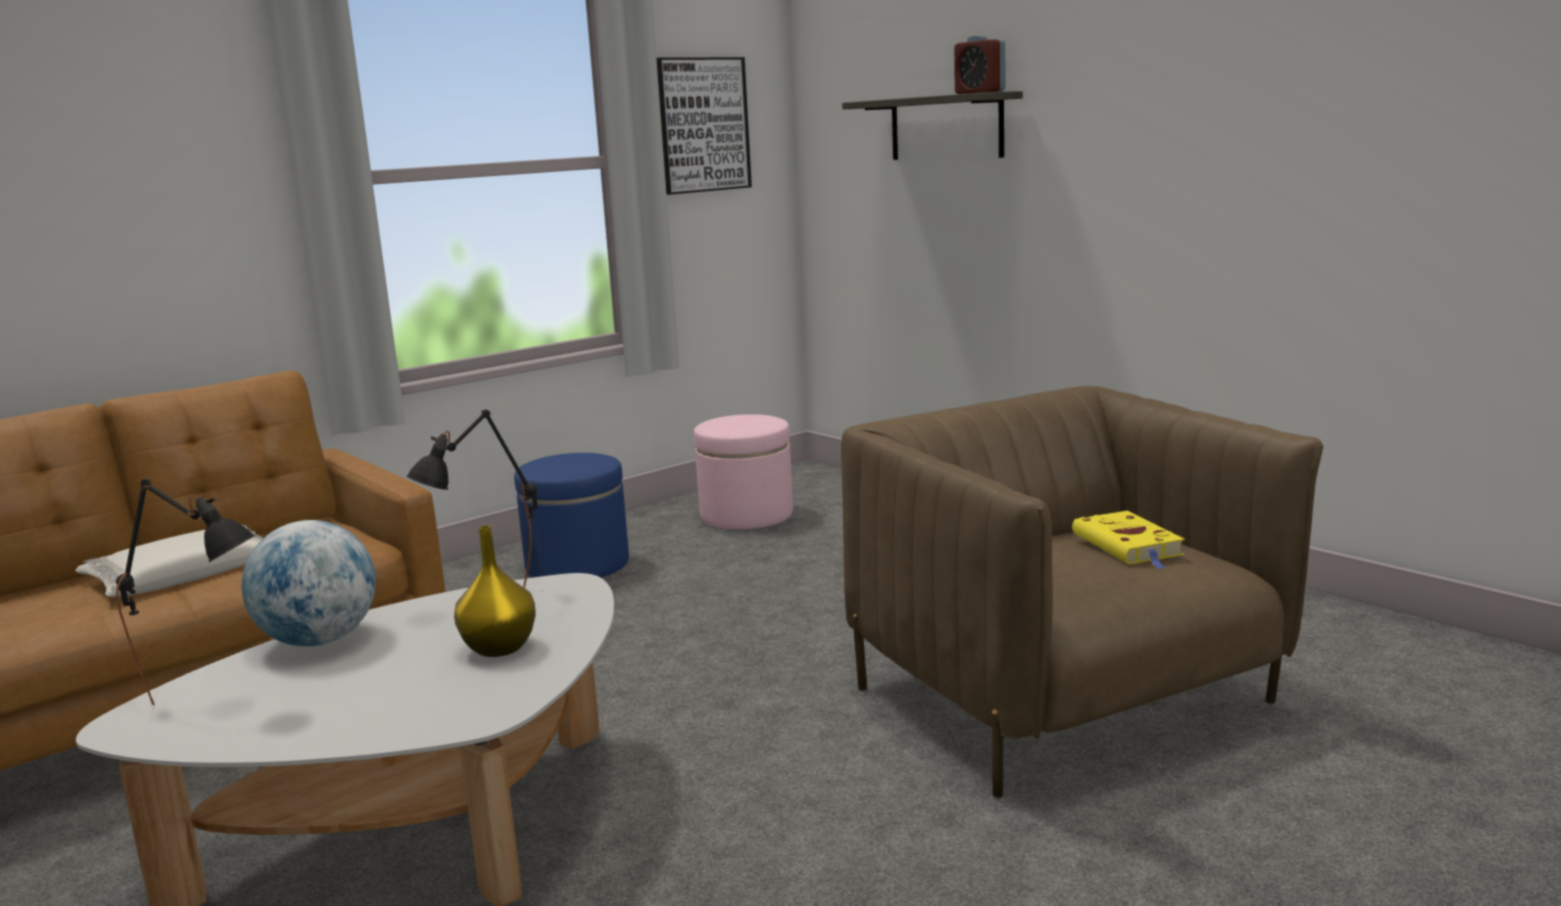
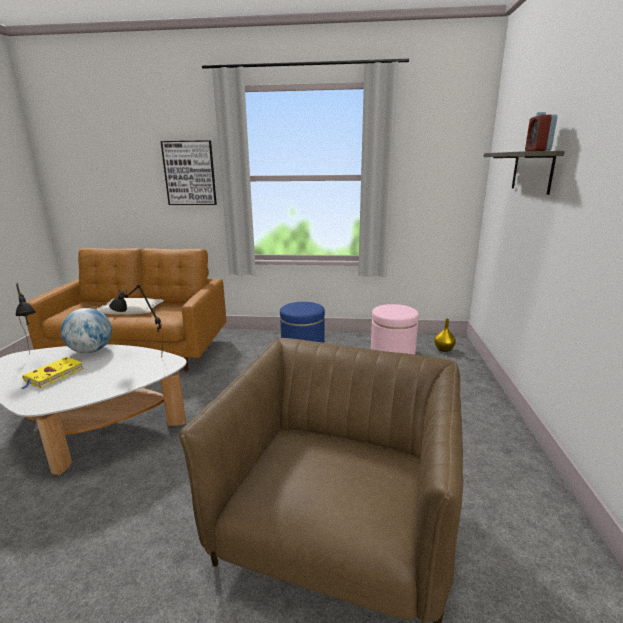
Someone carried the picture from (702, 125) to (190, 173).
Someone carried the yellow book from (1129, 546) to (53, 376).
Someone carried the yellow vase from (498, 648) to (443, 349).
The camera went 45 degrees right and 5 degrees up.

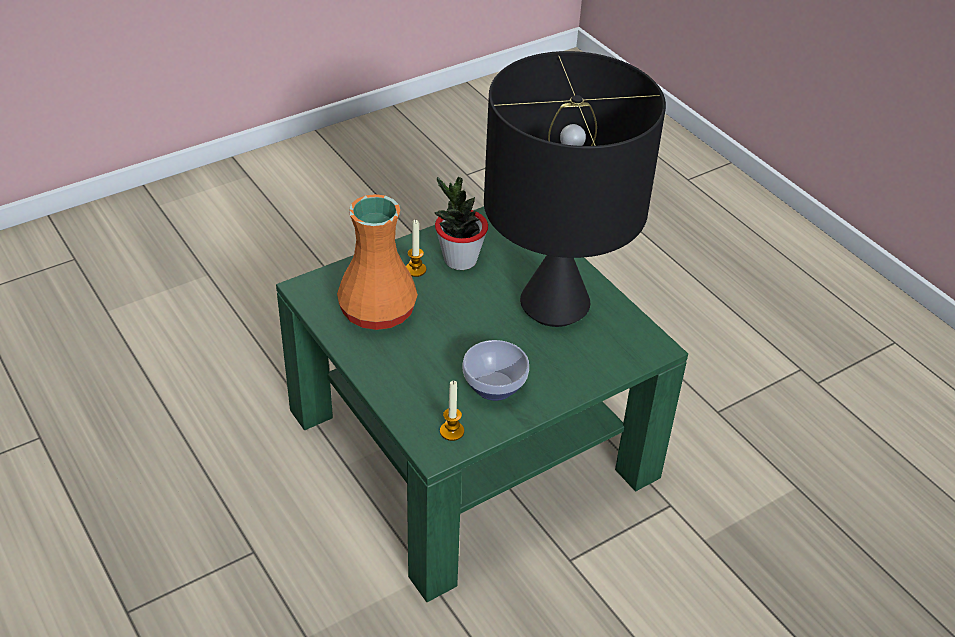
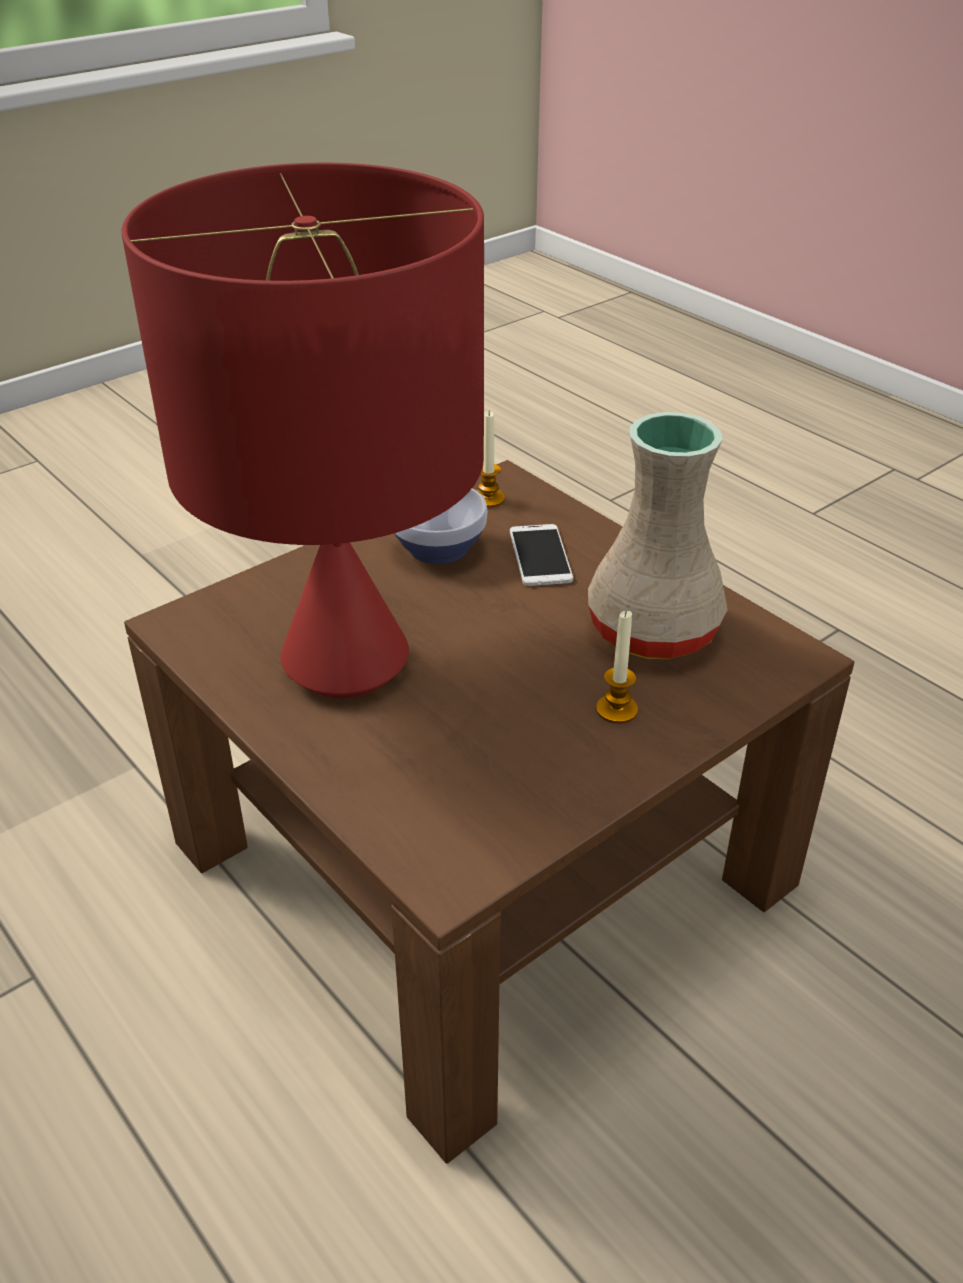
Someone repainted the black table lamp at (554, 308), which became the red table lamp at (345, 666).
Someone took away the potted plant at (460, 260).
Someone repainted the orange vase at (376, 312), which became the beige vase at (654, 629).
Someone repainted the green coffee table at (471, 443), which became the brown coffee table at (481, 864).
Someone put down the phone at (540, 556).
The camera went 175 degrees right and 5 degrees down.

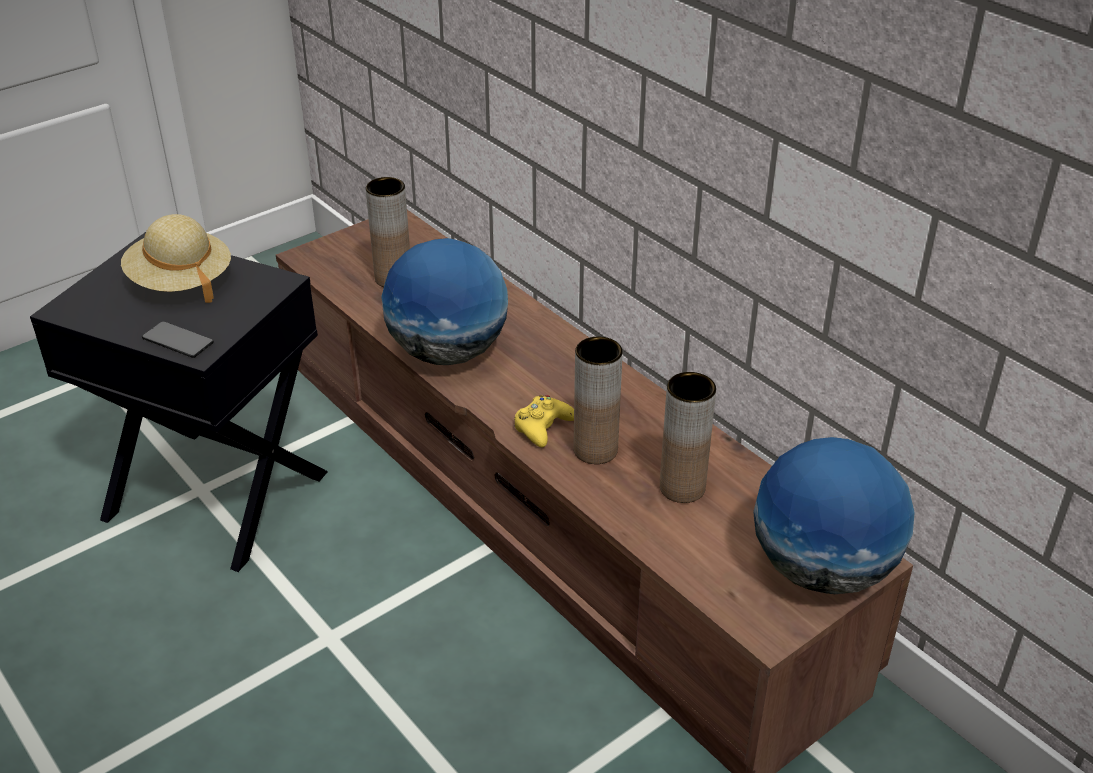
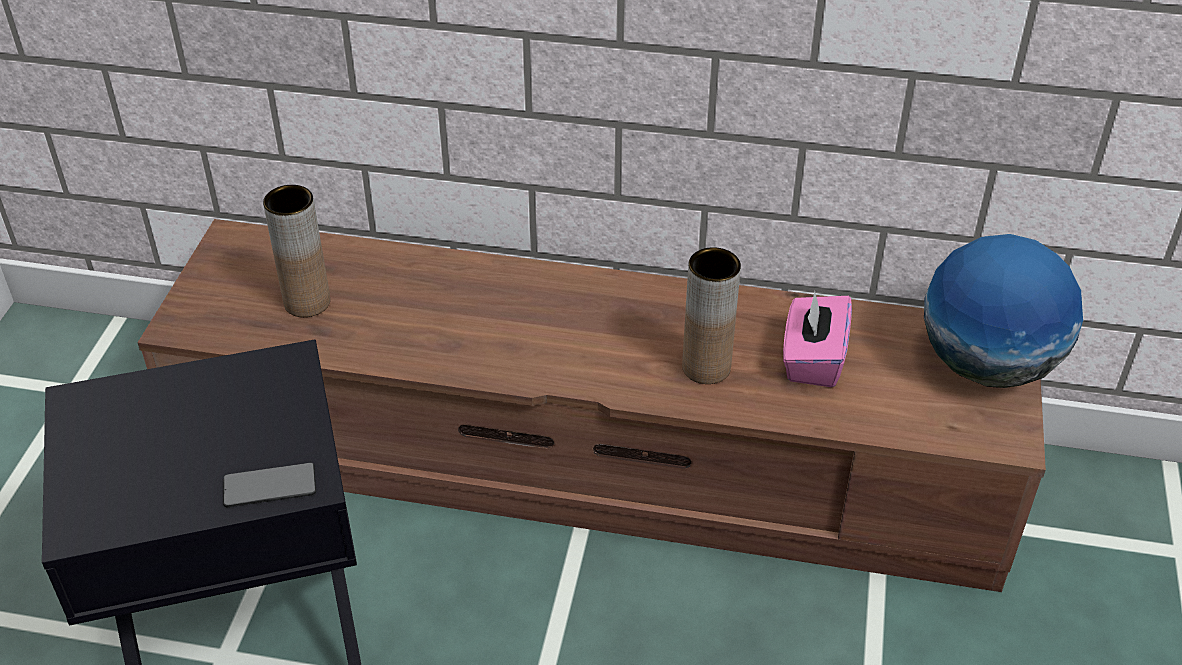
Someone took away the beige hat at (180, 282).
Someone took away the globe at (448, 352).
Someone swapped the brown vase at (682, 487) for the pink tissue box at (812, 359).
Someone took away the yellow game controller at (543, 427).
The camera went 40 degrees left and 5 degrees up.

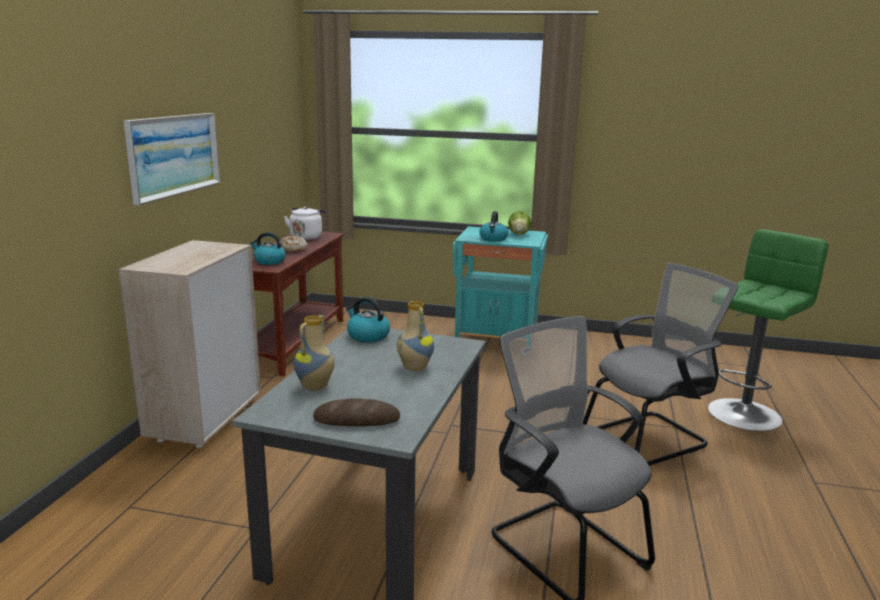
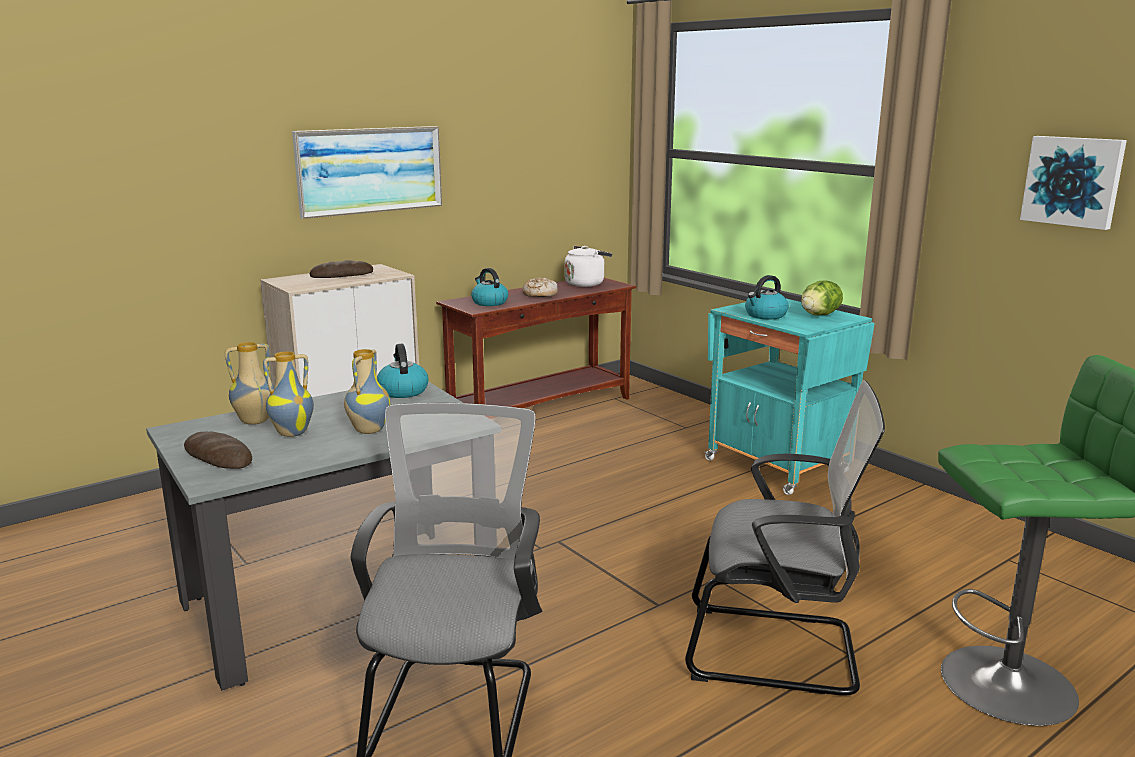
Someone put up the picture at (1073, 181).
Someone put down the bread at (342, 275).
Someone put down the vase at (292, 433).
The camera went 40 degrees right and 0 degrees up.

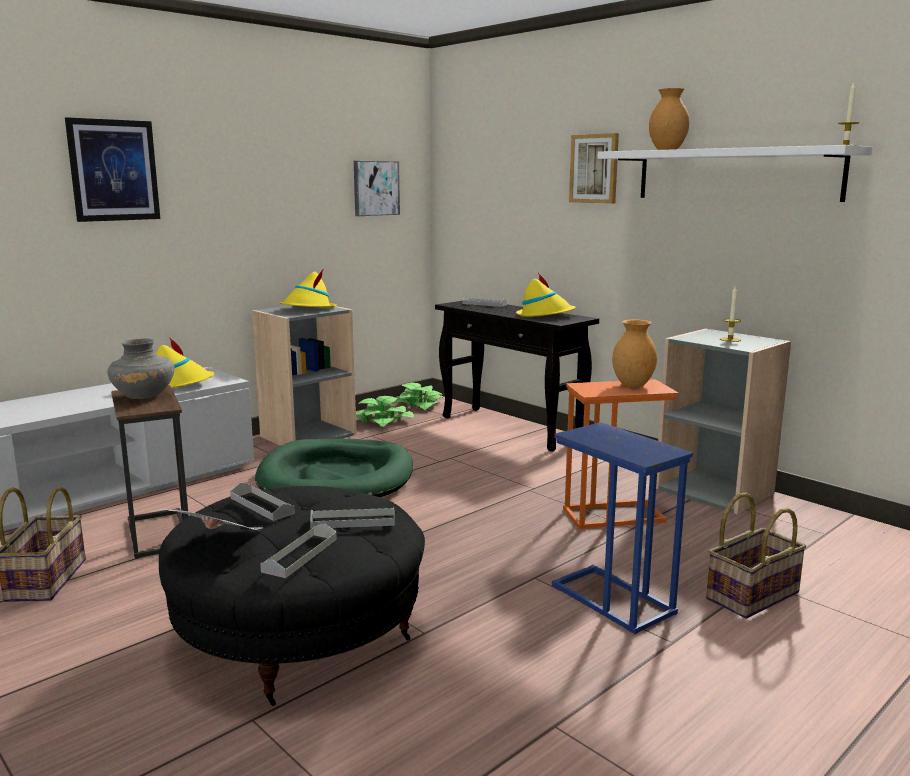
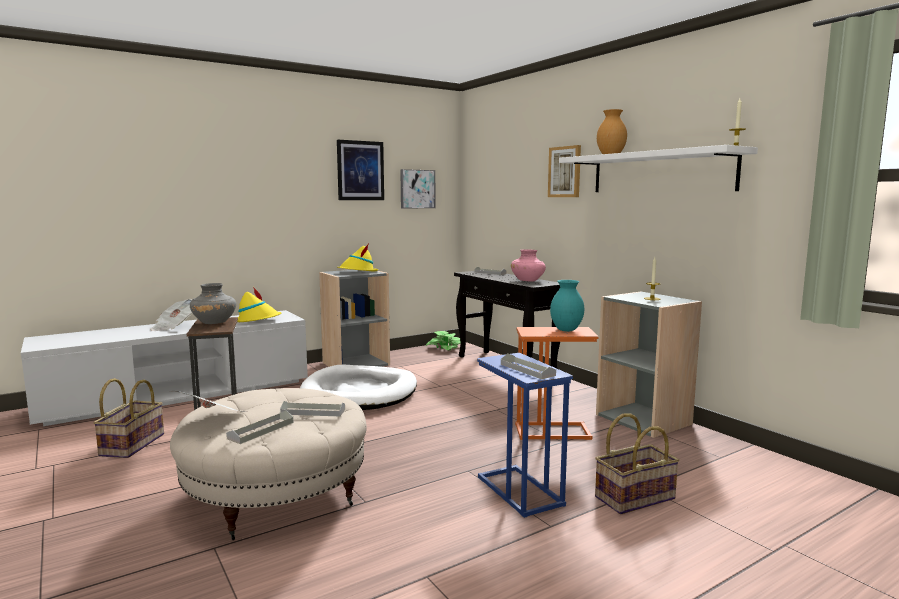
Someone carried the picture from (114, 170) to (360, 170).
Someone swapped the yellow hat at (545, 315) for the pink vase at (528, 281).
Someone repainted the brown vase at (632, 385), which became the turquoise vase at (565, 330).
Someone took away the potted plant at (382, 421).
Someone repainted the green dog bed at (336, 478), which became the white dog bed at (360, 393).
Someone carried the grey tray from (262, 505) to (527, 370).
Someone repainted the black ottoman at (299, 636), which became the beige ottoman at (276, 495).
Someone put down the newspaper at (174, 327).
The camera went 10 degrees right and 5 degrees down.

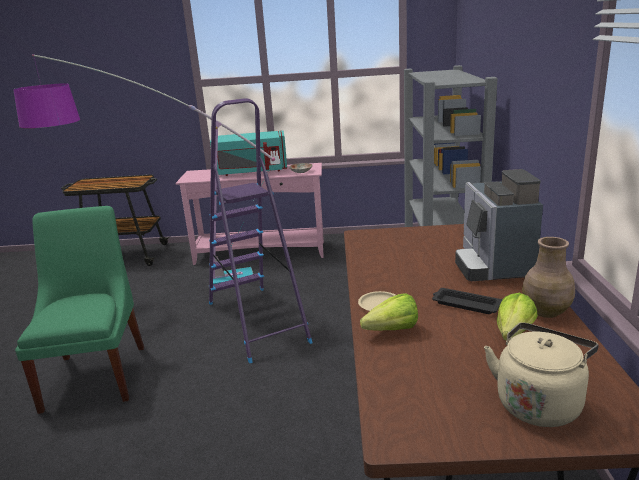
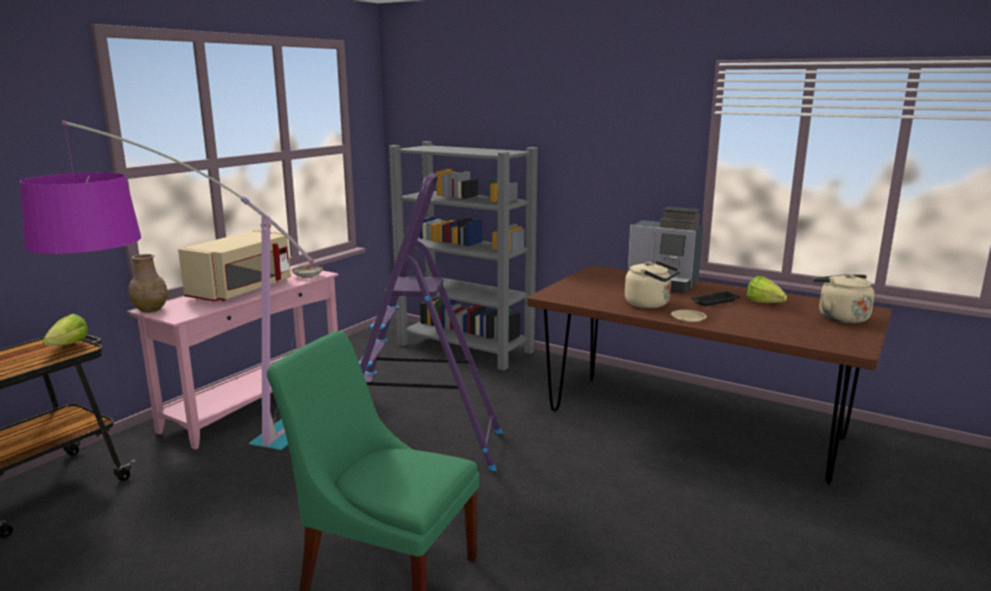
Someone repainted the turquoise microwave at (251, 172), which became the beige microwave at (243, 290).
Someone carried the brown vase from (546, 311) to (151, 309).
Someone carried the lettuce from (387, 331) to (64, 347).
Someone put down the beige kettle at (650, 304).
The camera went 60 degrees left and 5 degrees down.

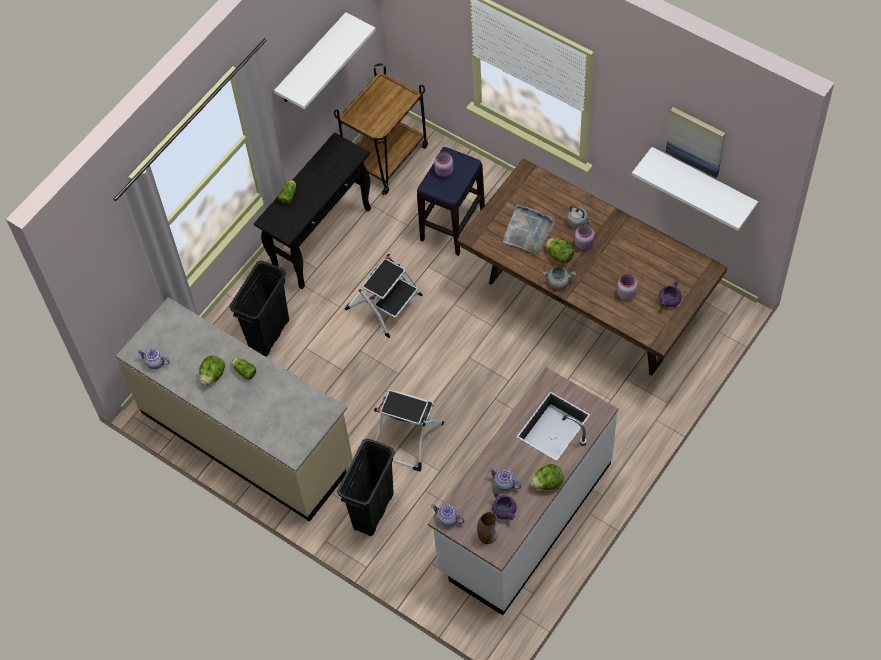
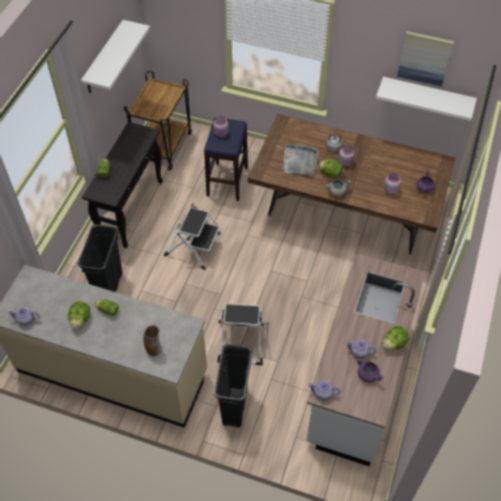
Someone carried the vase from (487, 535) to (154, 349).
The camera went 20 degrees left and 5 degrees down.

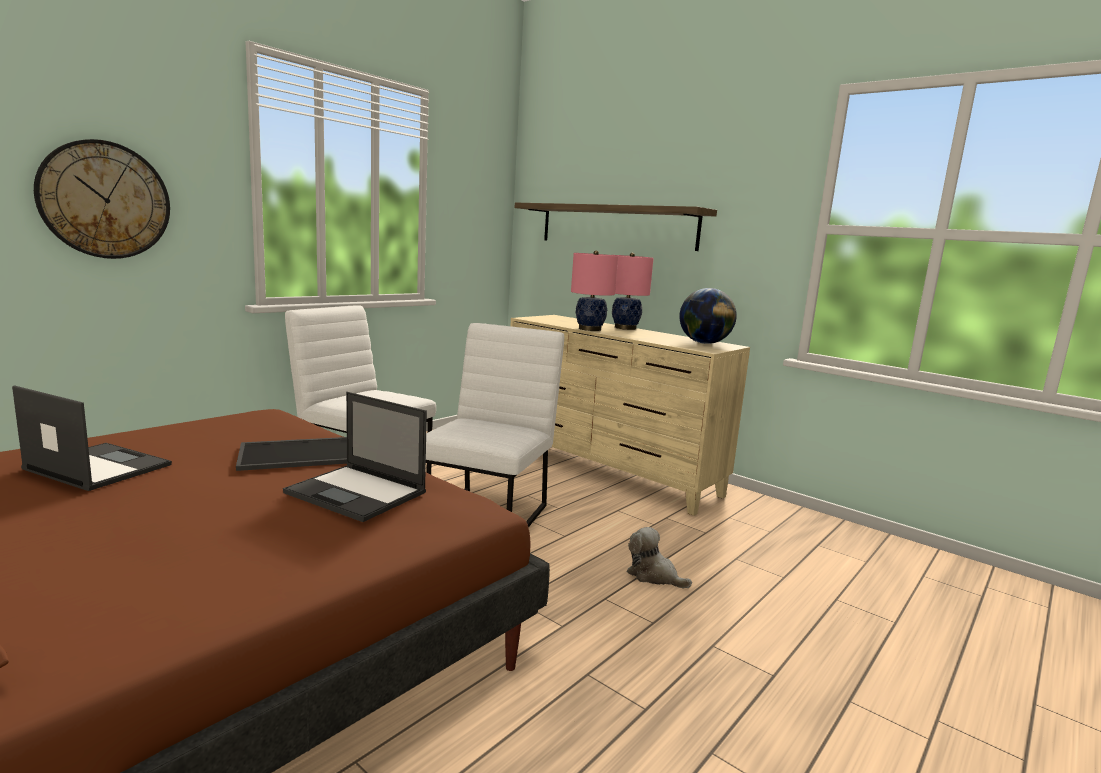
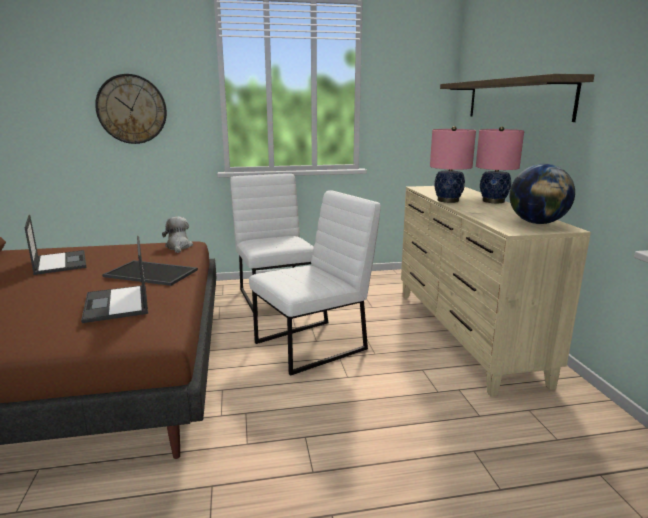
Someone carried the plush toy from (653, 575) to (178, 247).
The camera went 40 degrees right and 5 degrees up.

